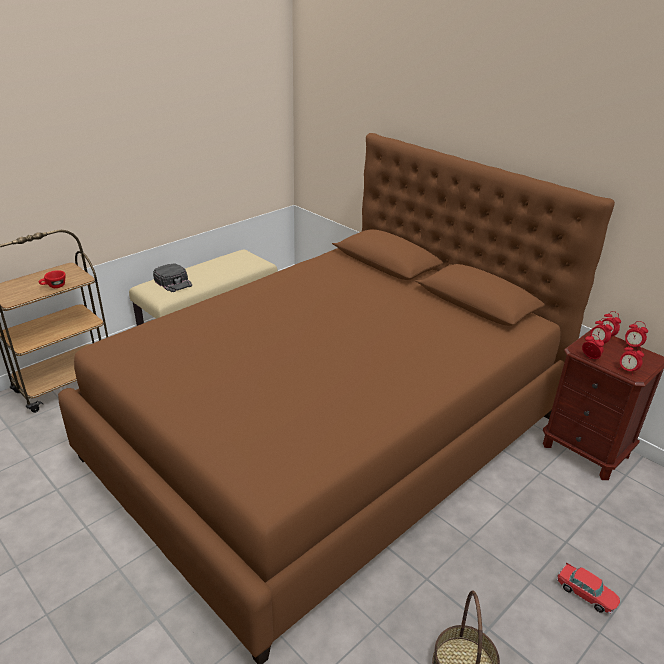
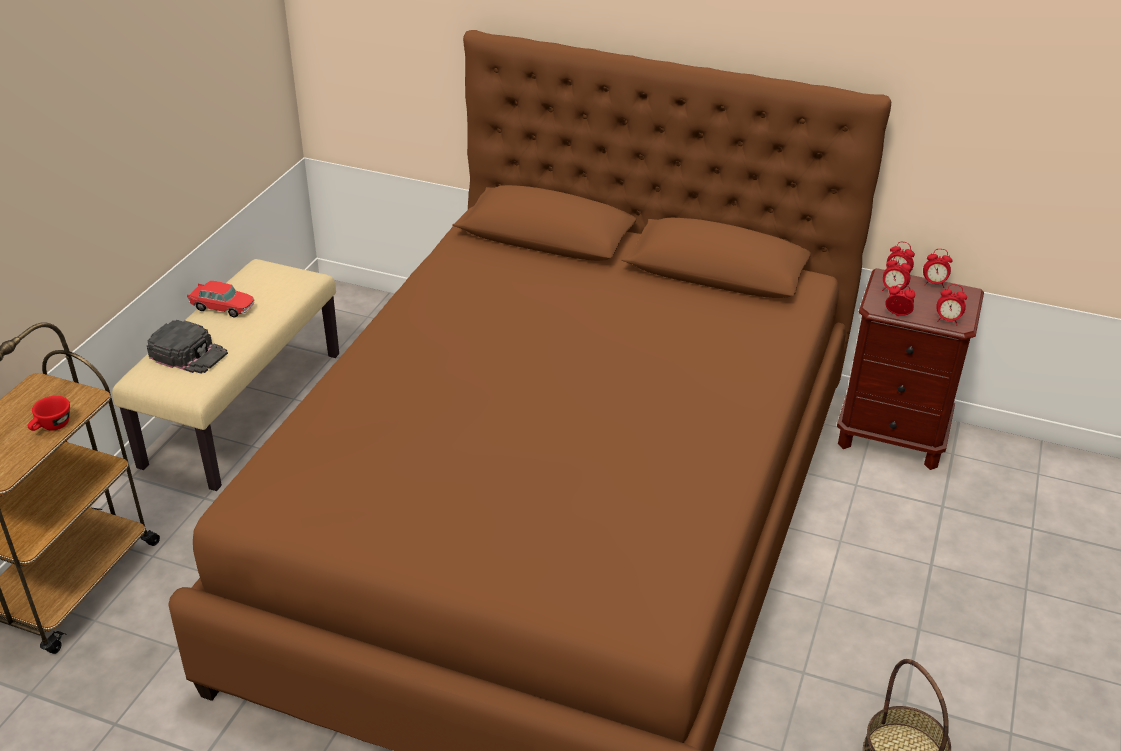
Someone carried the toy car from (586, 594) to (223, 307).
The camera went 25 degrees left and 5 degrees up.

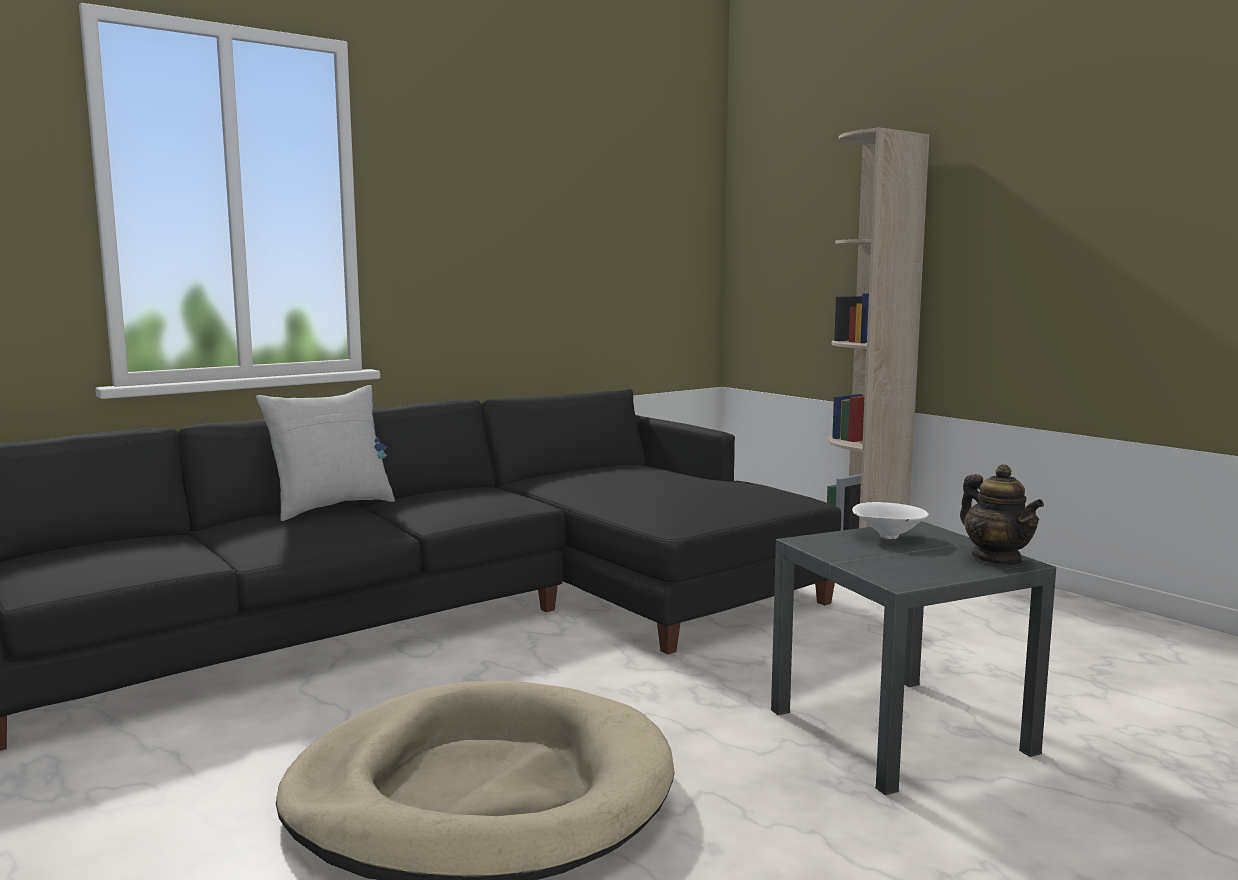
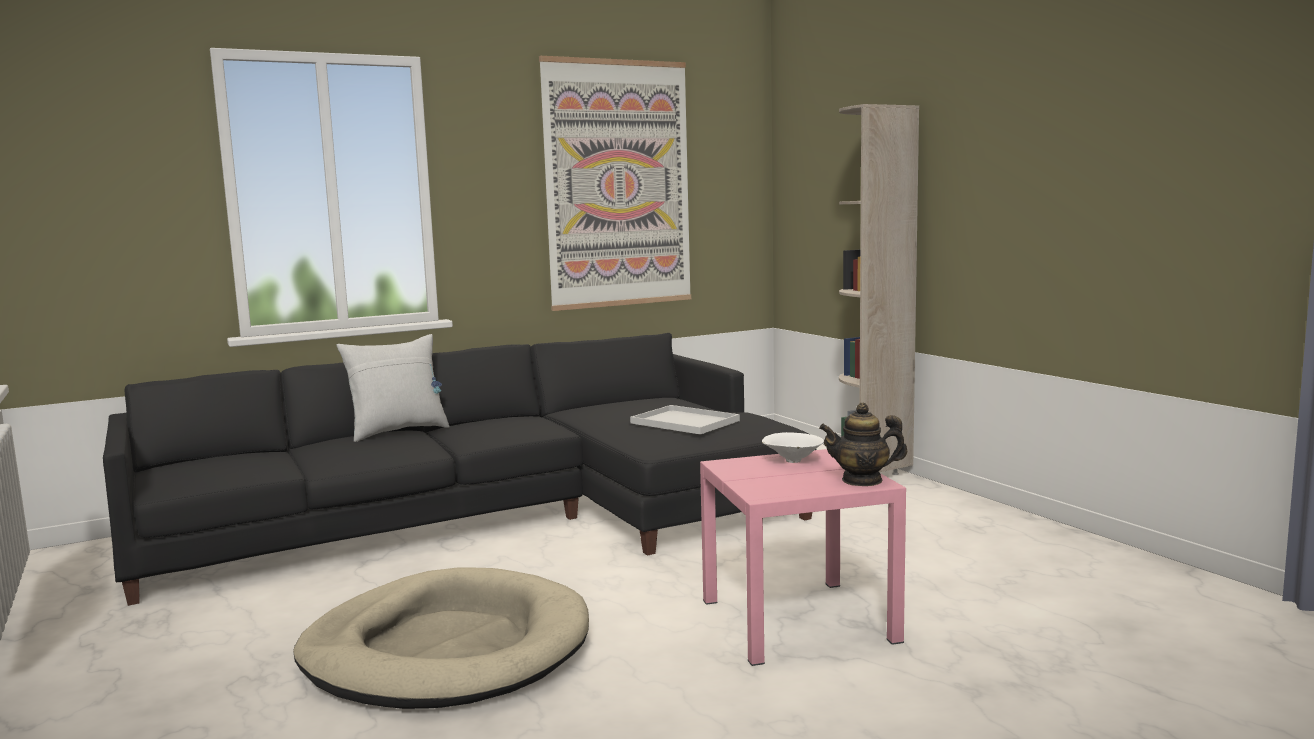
Someone rotated the teapot at (997, 559) by 105 degrees clockwise.
Someone repainted the grey side table at (900, 729), which became the pink side table at (798, 619).
Someone put up the picture at (618, 184).
Someone put down the white tray at (682, 422).
The camera went 10 degrees right and 0 degrees up.

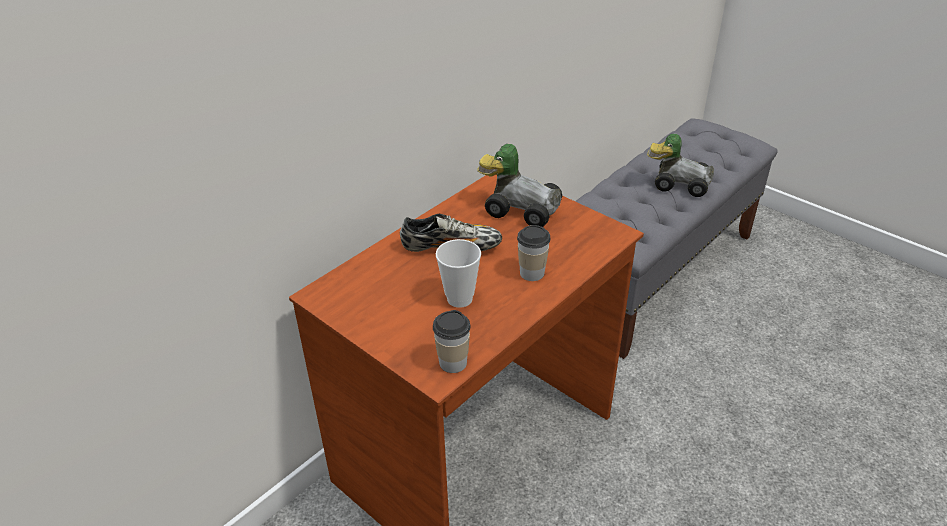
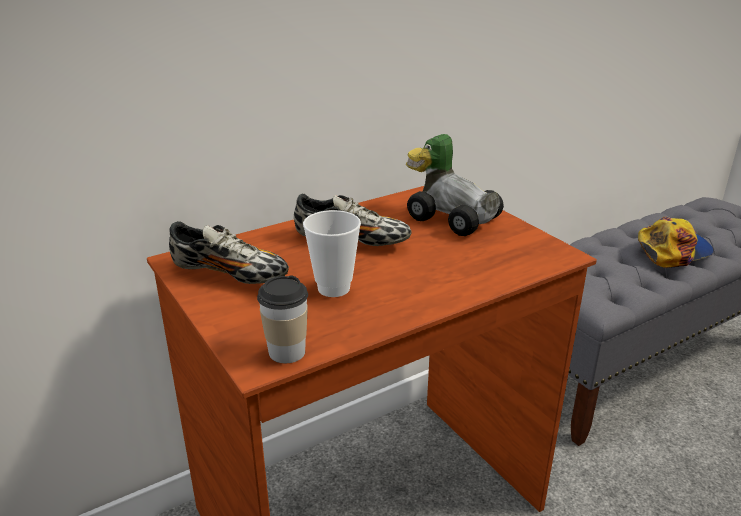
Someone swapped the toy car at (678, 183) for the cap at (672, 250).
Someone took away the cup at (532, 273).
Someone put down the shoe at (230, 274).
The camera went 15 degrees right and 10 degrees down.

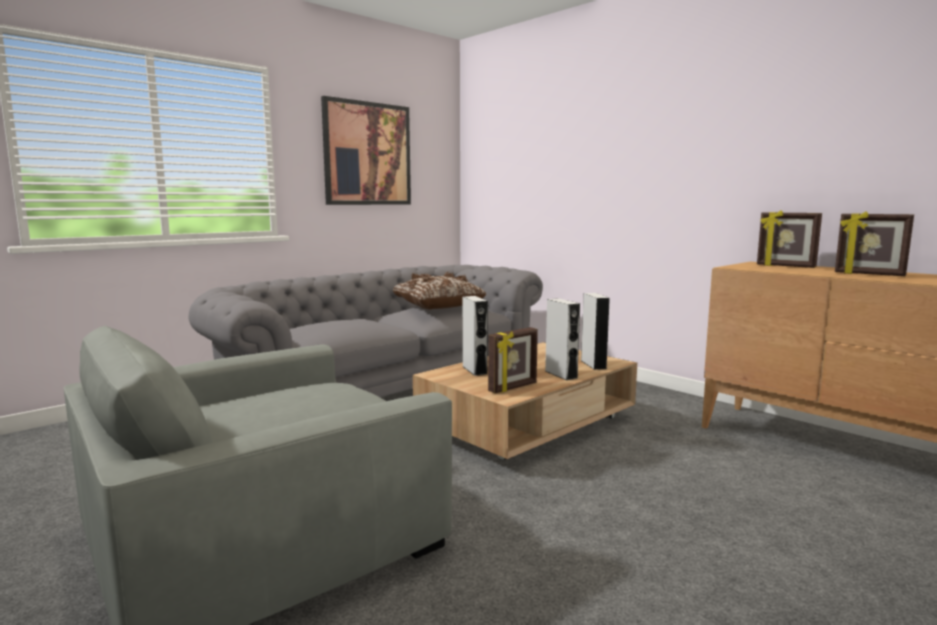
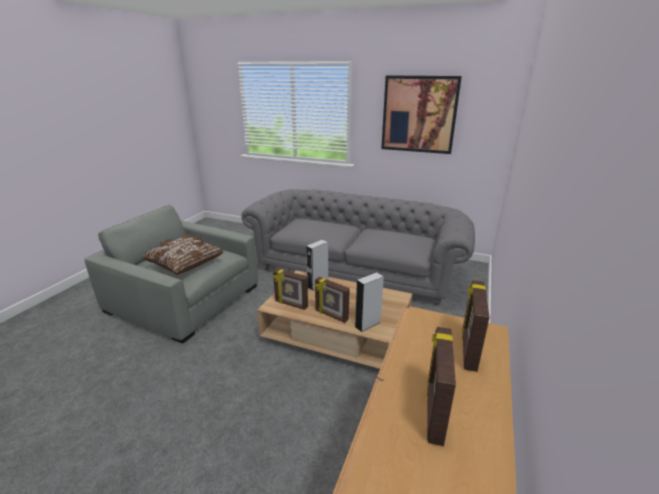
Someone carried the brown pillow from (438, 307) to (185, 264).
Someone swapped the grey speaker at (561, 374) for the picture frame at (331, 315).
The camera went 65 degrees right and 15 degrees up.

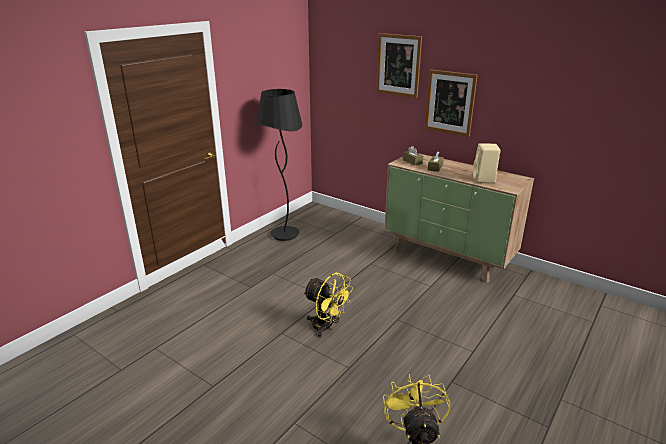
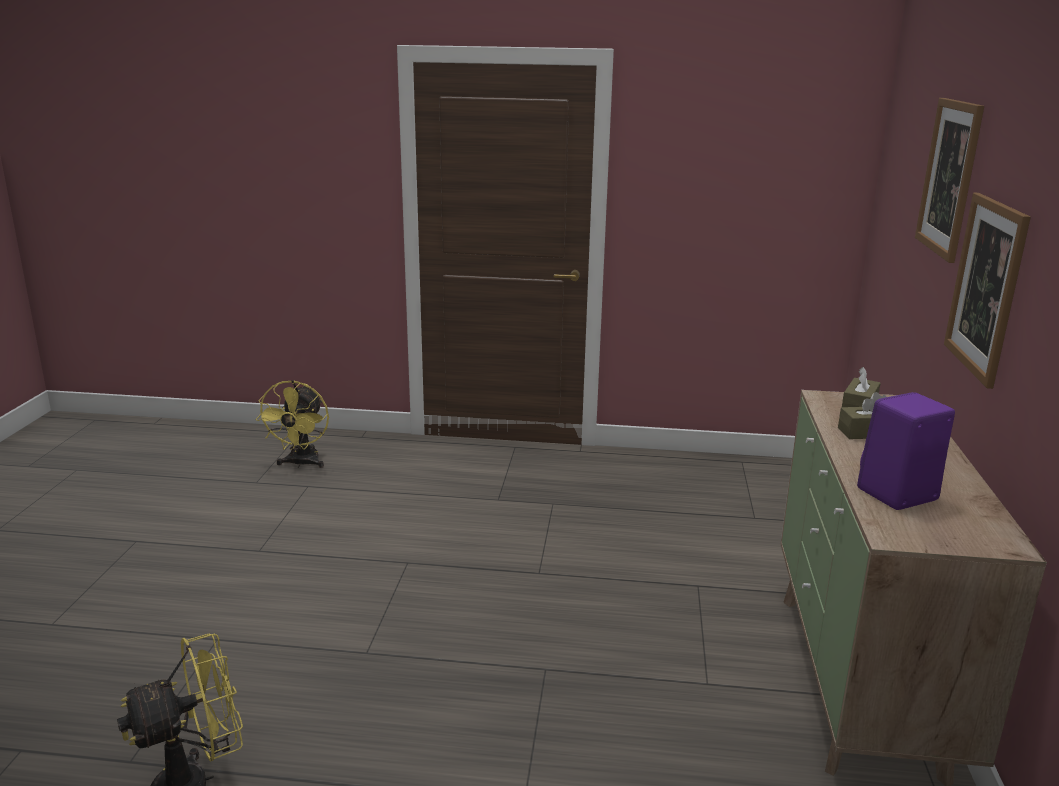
Someone took away the black floor lamp at (284, 235).
Someone repainted the beige speaker at (484, 180), which became the purple speaker at (895, 495).
Someone carried the yellow fan from (326, 327) to (301, 464).
The camera went 60 degrees right and 5 degrees down.

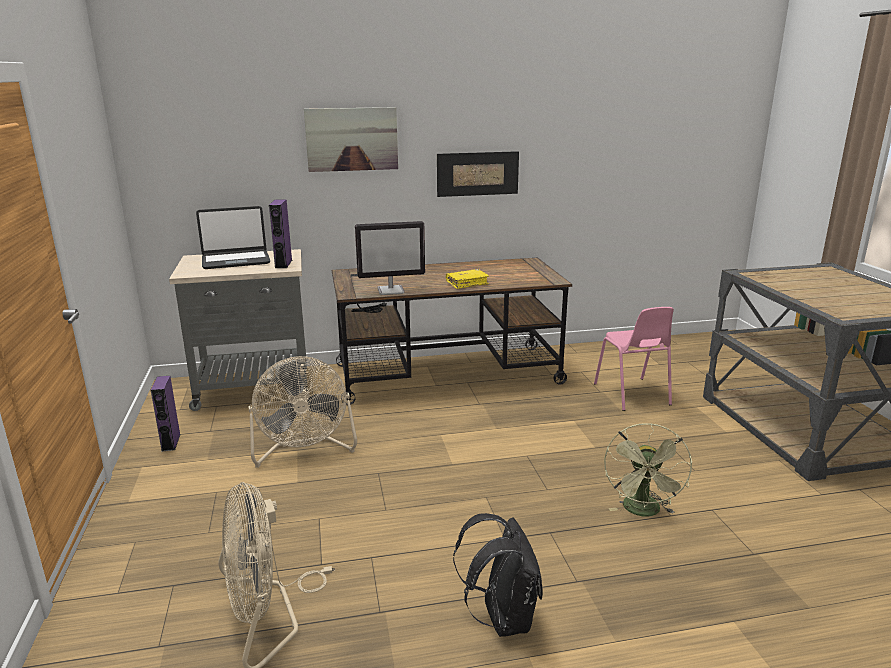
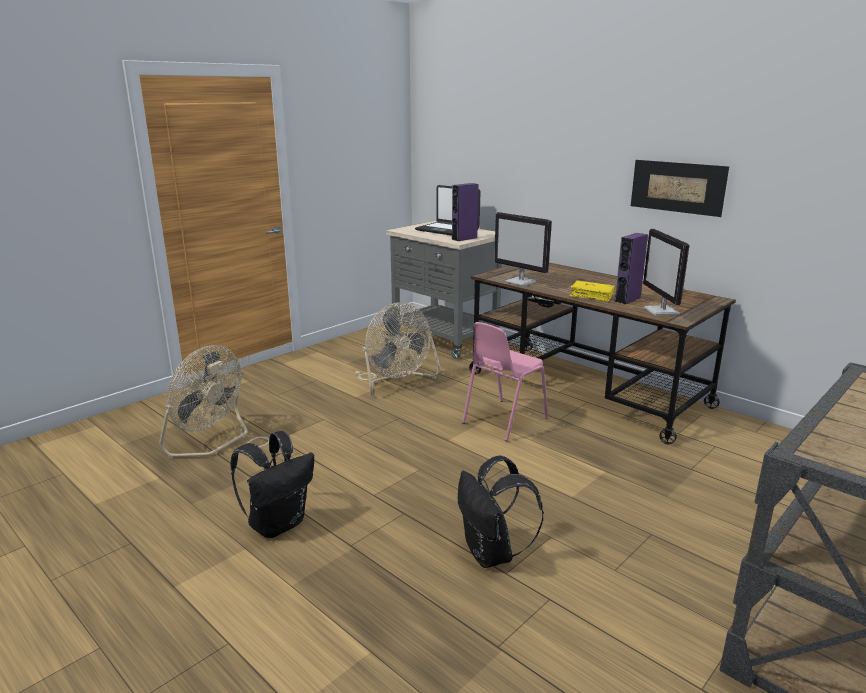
Someone took away the picture at (352, 139).
Someone carried the pink chair from (632, 394) to (503, 420).
Someone rotated the beige fan at (300, 450) by 75 degrees counterclockwise.
Someone carried the purple speaker from (171, 442) to (627, 299).
Someone swapped the green fan at (643, 512) for the black backpack at (492, 554).
Someone put down the monitor at (661, 311).
The camera went 55 degrees right and 0 degrees up.

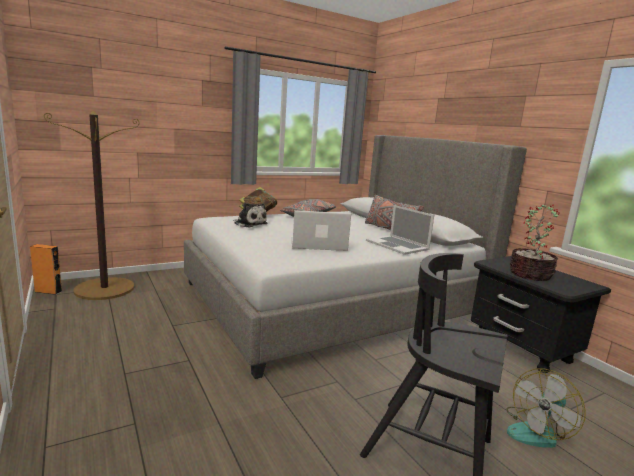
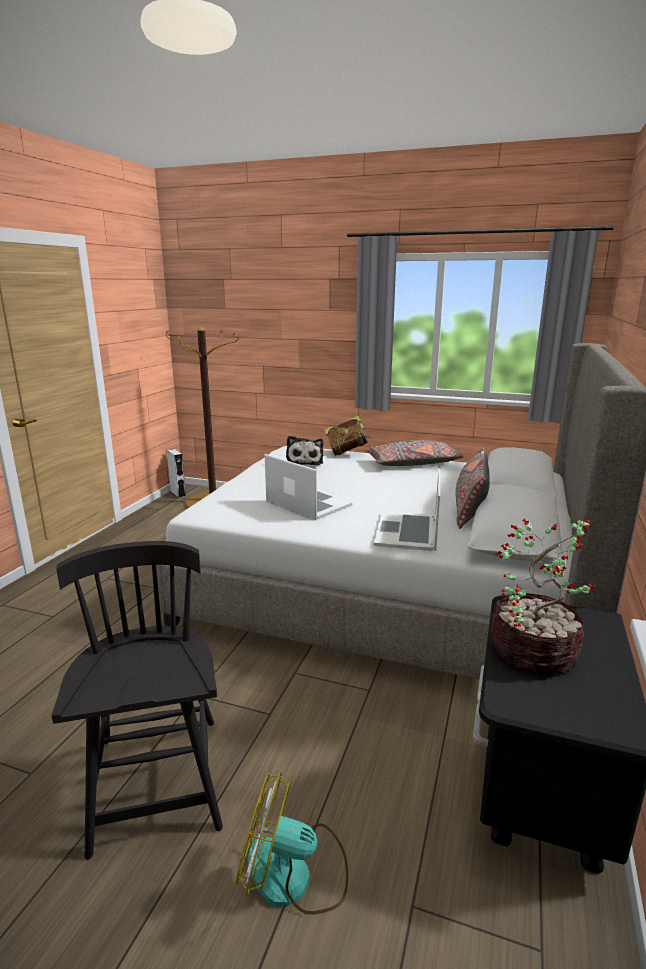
Someone repainted the orange speaker at (48, 291), which became the grey speaker at (178, 493).
The camera went 50 degrees right and 5 degrees up.

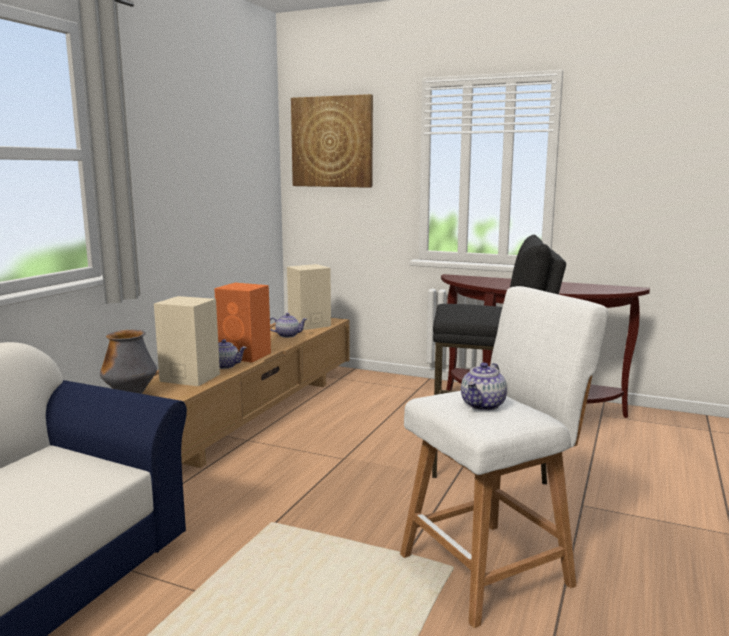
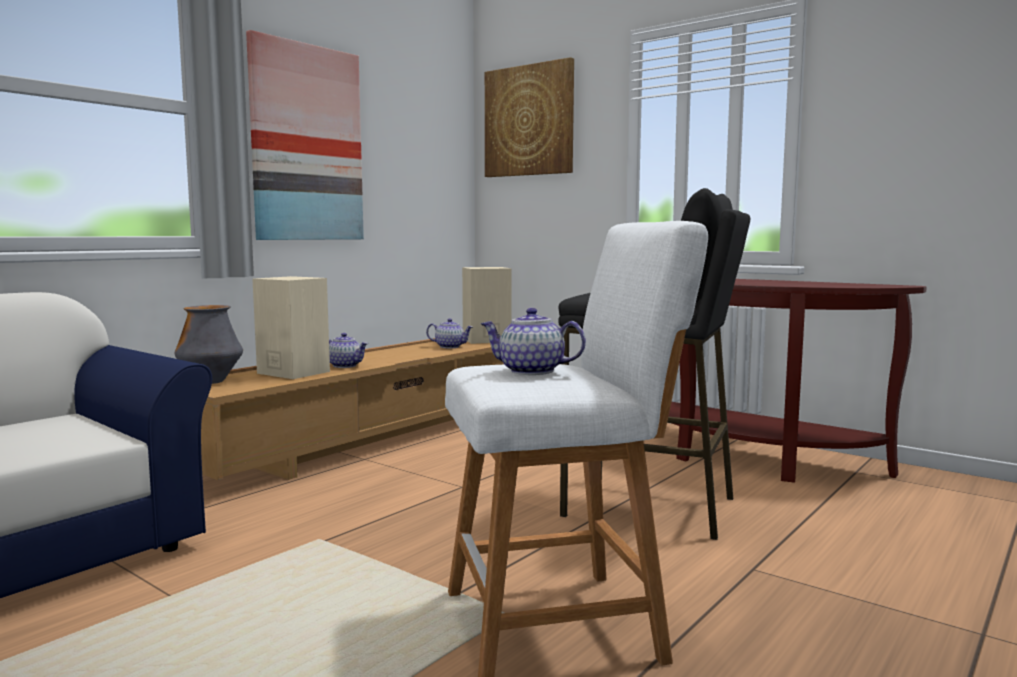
Someone took away the orange speaker at (246, 355).
Someone rotated the teapot at (483, 405) by 60 degrees clockwise.
Someone put up the picture at (306, 144).
The camera went 15 degrees right and 5 degrees down.

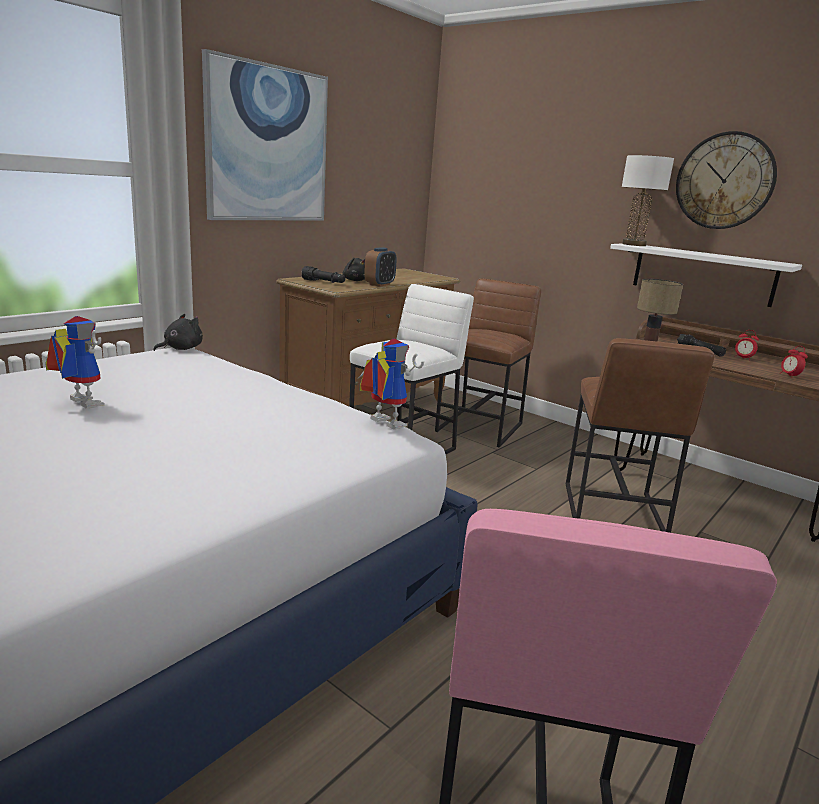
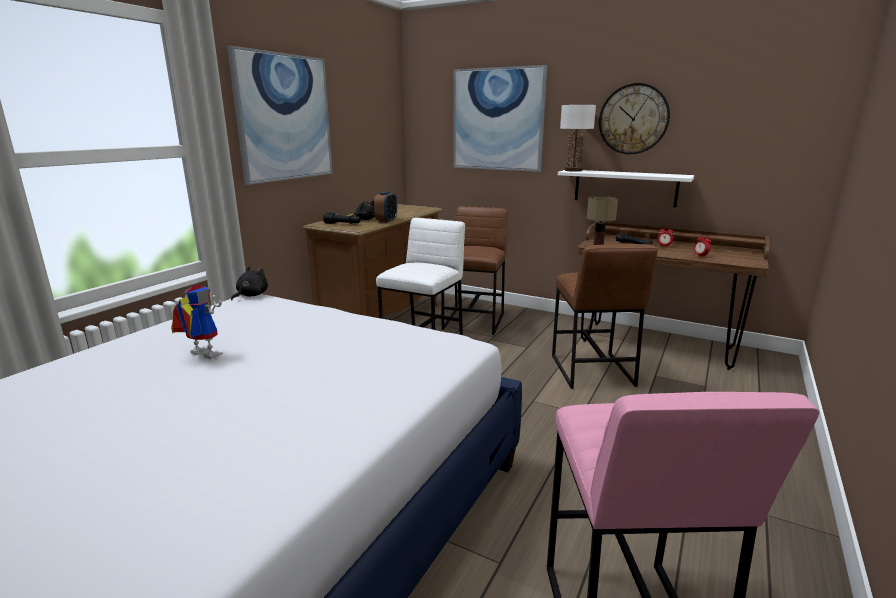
Someone took away the toy robot at (381, 423).
Someone put up the picture at (497, 120).
The camera went 10 degrees left and 0 degrees up.

